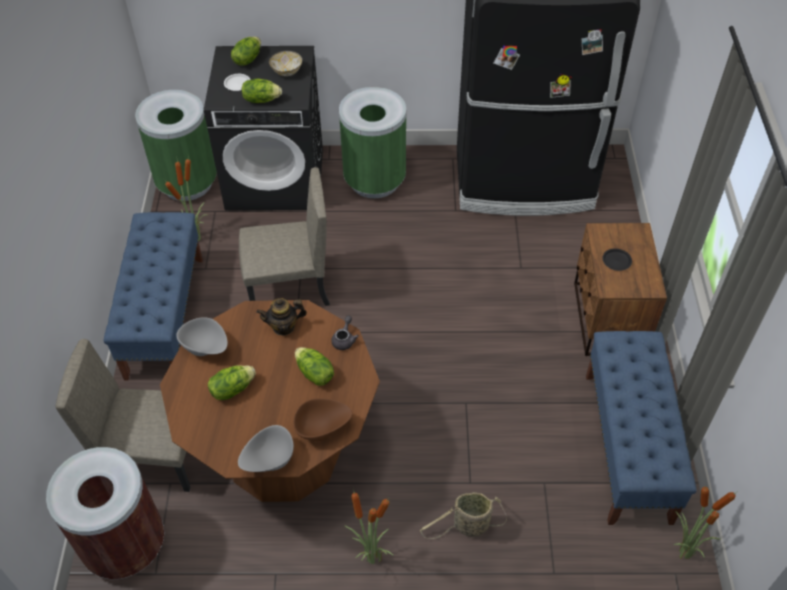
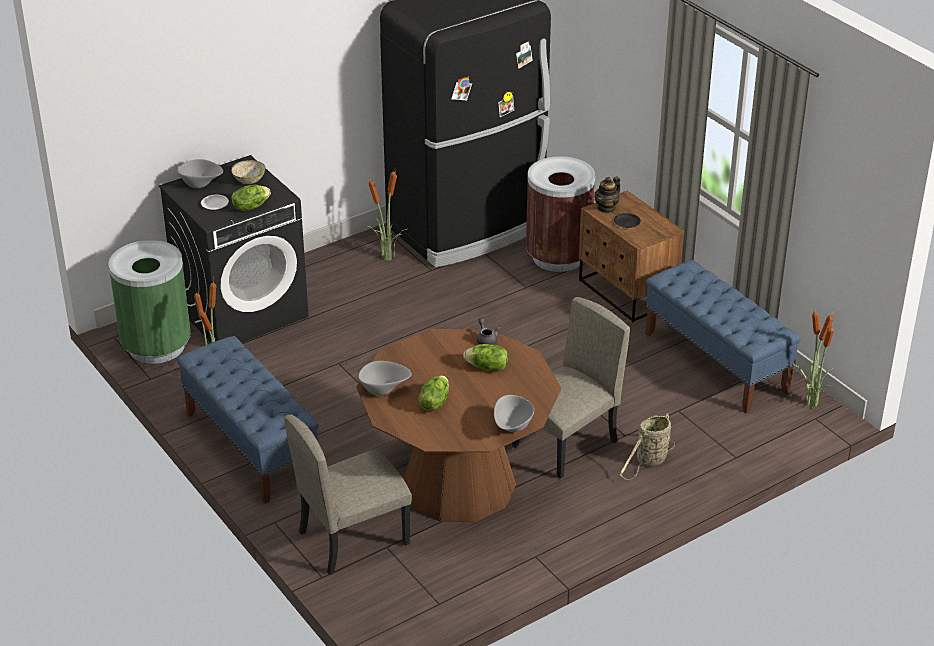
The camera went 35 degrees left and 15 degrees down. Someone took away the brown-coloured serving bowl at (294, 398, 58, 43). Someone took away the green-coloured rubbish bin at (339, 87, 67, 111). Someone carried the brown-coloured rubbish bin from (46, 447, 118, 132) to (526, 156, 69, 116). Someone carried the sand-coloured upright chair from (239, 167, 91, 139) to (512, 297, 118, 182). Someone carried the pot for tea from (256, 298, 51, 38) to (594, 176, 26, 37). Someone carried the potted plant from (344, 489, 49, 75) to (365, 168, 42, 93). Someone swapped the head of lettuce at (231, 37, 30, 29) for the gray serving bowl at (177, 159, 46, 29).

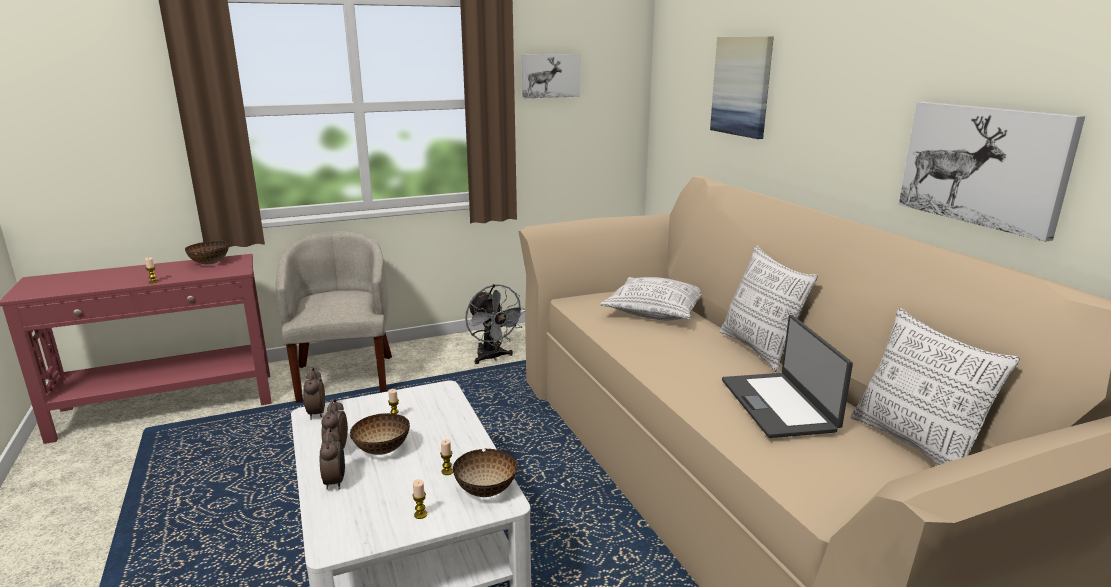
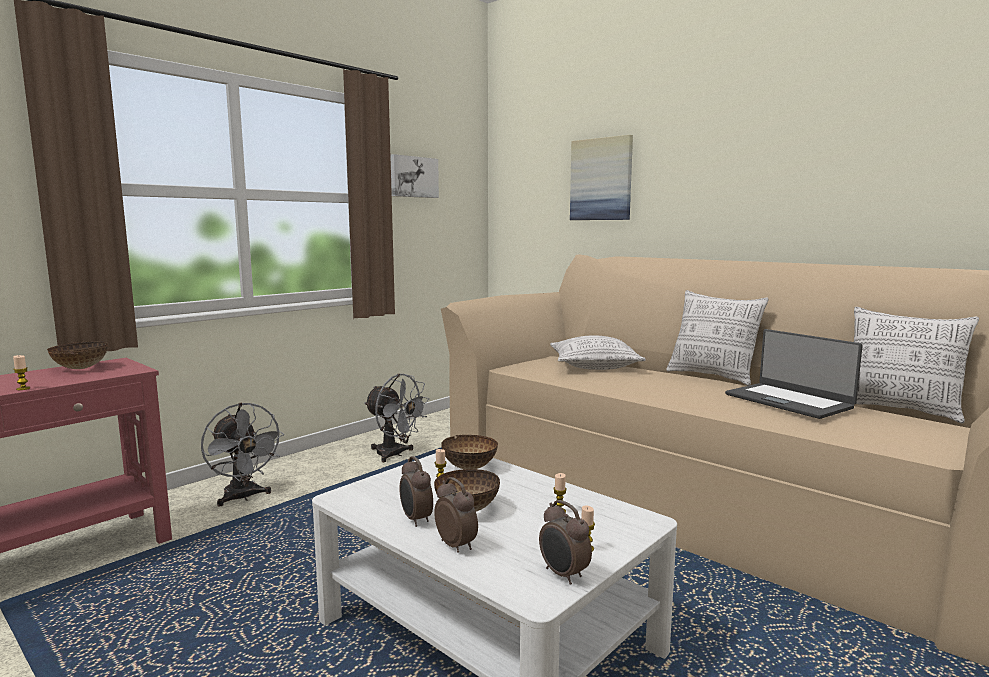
The camera went 25 degrees left and 10 degrees down. Someone took away the wall art at (899, 102, 186, 140). Someone carried the bedside clock from (303, 367, 22, 53) to (539, 500, 53, 85). Someone carried the serving bowl from (453, 448, 64, 49) to (441, 435, 57, 35). Someone swapped the sand-coloured lounge chair at (276, 231, 116, 172) for the gray cooling fan at (201, 403, 83, 104).

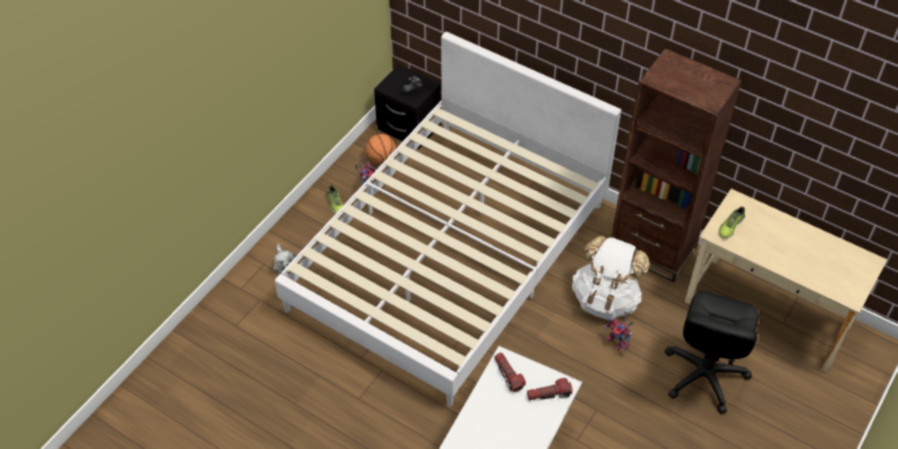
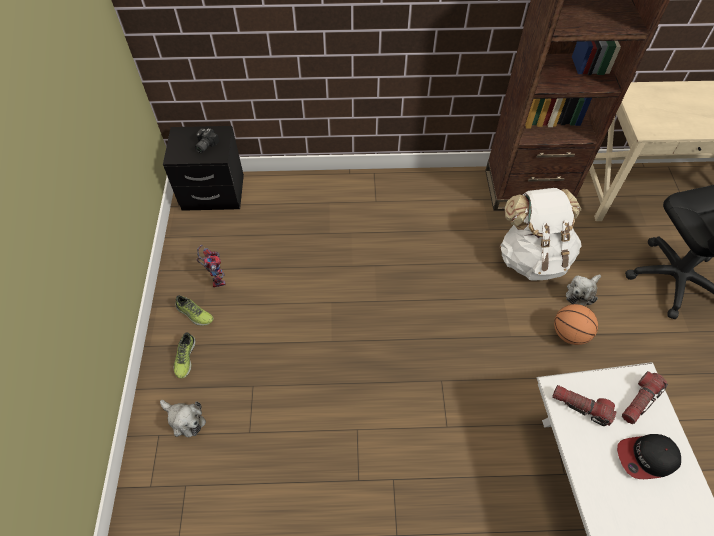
The camera went 35 degrees left and 5 degrees up. Someone took away the white bed at (275, 32, 346, 375). Someone put down the peaked cap at (617, 434, 64, 45). Someone carried the basketball ball from (366, 134, 30, 30) to (554, 304, 44, 41). Someone carried the item of footwear from (719, 207, 26, 32) to (174, 332, 22, 46). Someone swapped the model robot at (604, 311, 30, 40) for the plush toy at (566, 275, 35, 31).

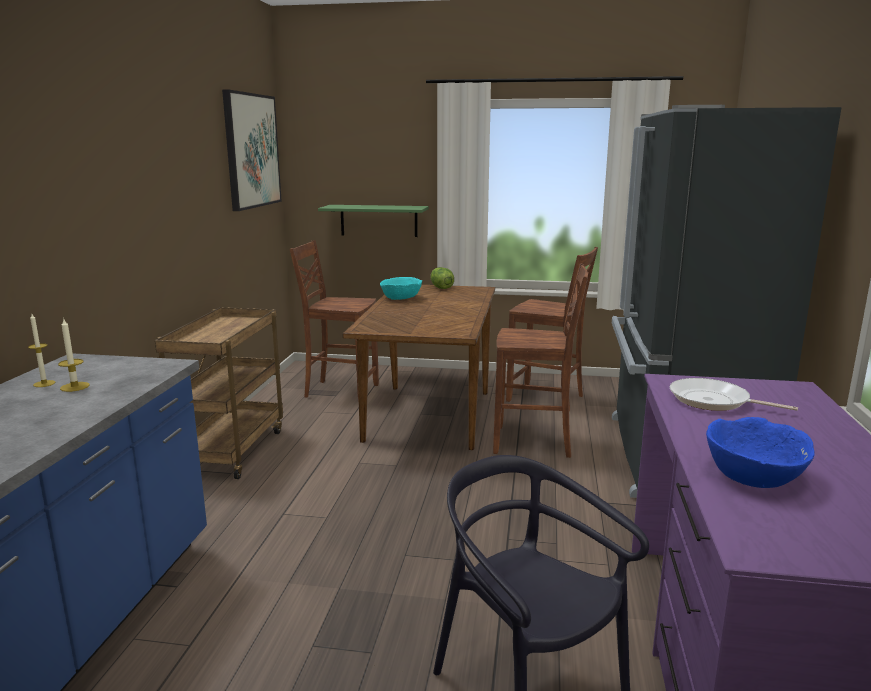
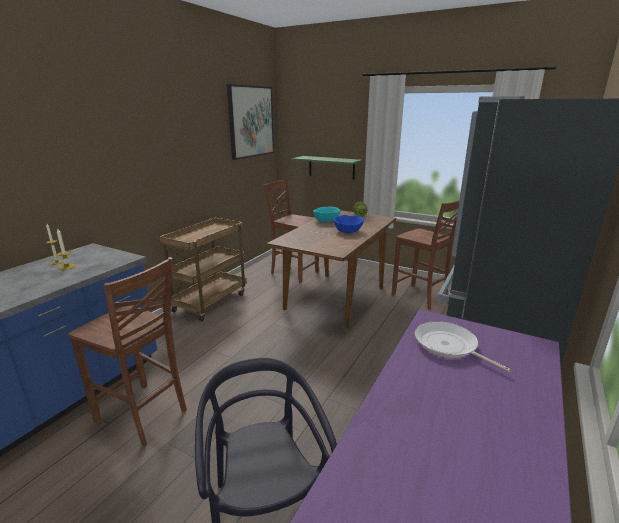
The camera went 20 degrees right and 5 degrees up. Someone carried the brown-coloured upright chair from (493, 263, 95, 195) to (68, 257, 119, 190). Someone carried the bluish serving bowl from (706, 417, 109, 71) to (334, 215, 30, 18).

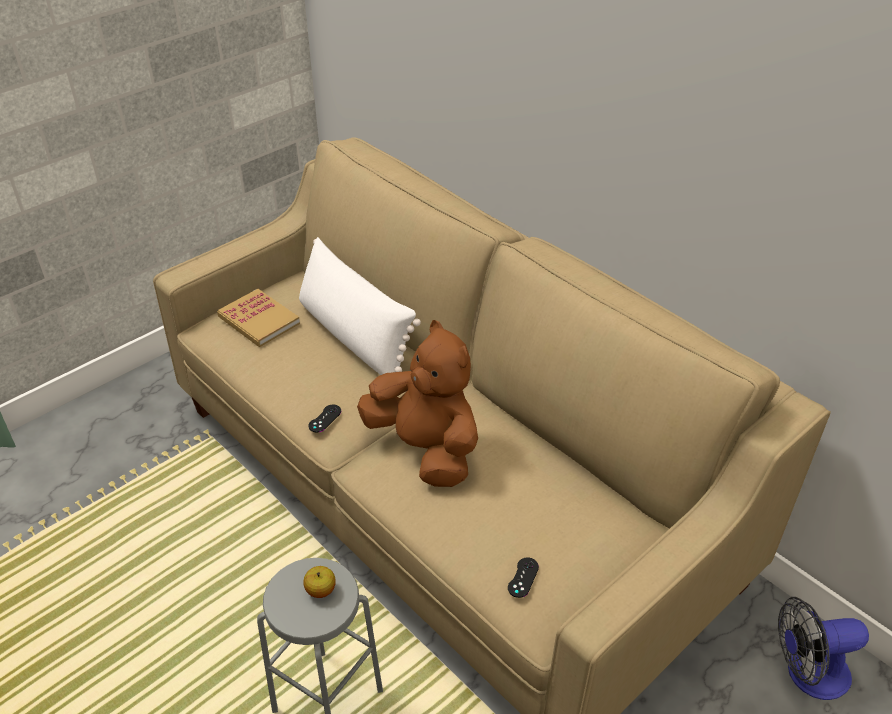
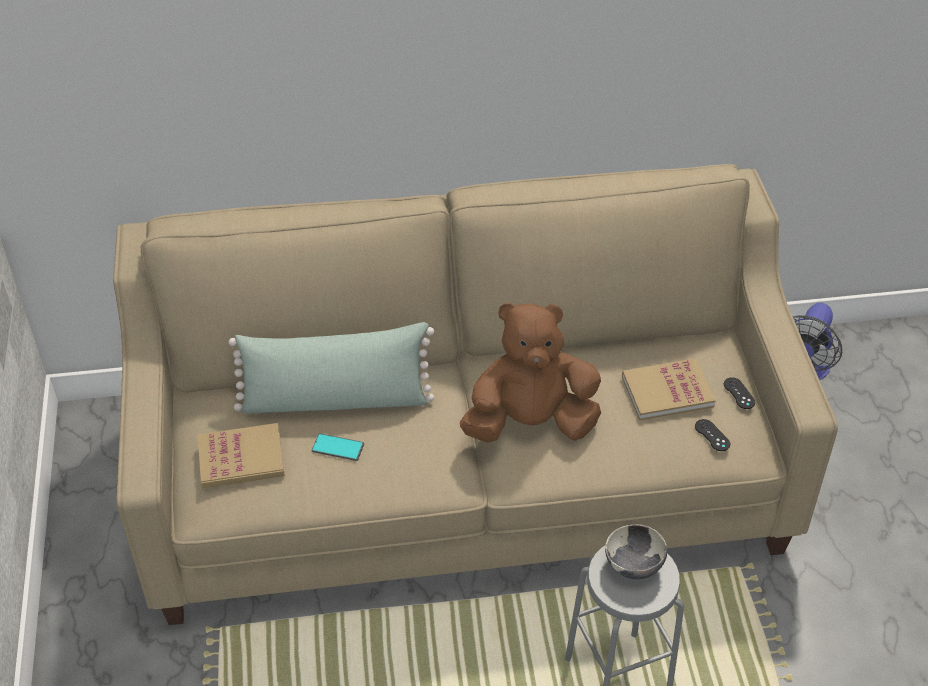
The camera went 55 degrees left and 5 degrees up. Someone put down the telephone at (312, 433, 52, 28). Someone put down the book at (622, 358, 94, 62). Someone carried the black-coloured gamepad from (308, 405, 33, 28) to (724, 377, 31, 32). Someone swapped the apple fruit at (303, 566, 33, 32) for the serving bowl at (605, 524, 62, 55). Someone repainted the white throw pillow at (299, 237, 122, 138), which became the green-coloured throw pillow at (229, 322, 205, 91).

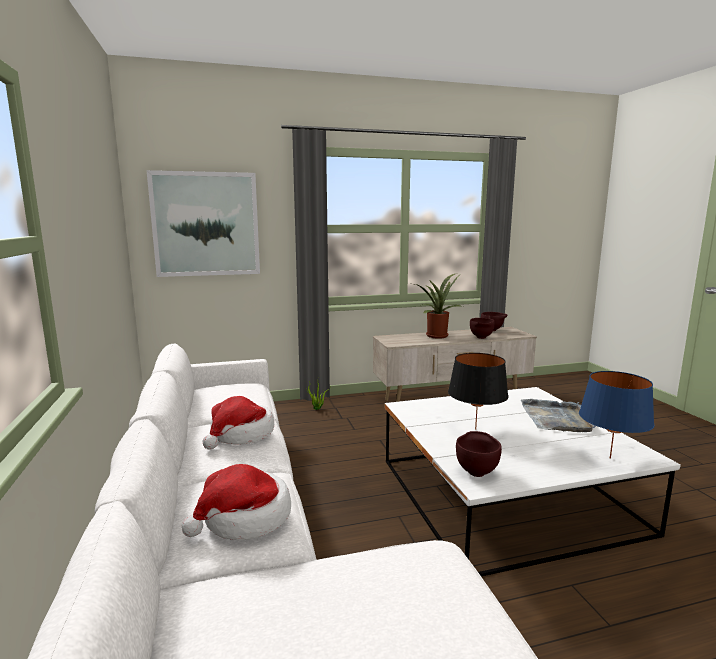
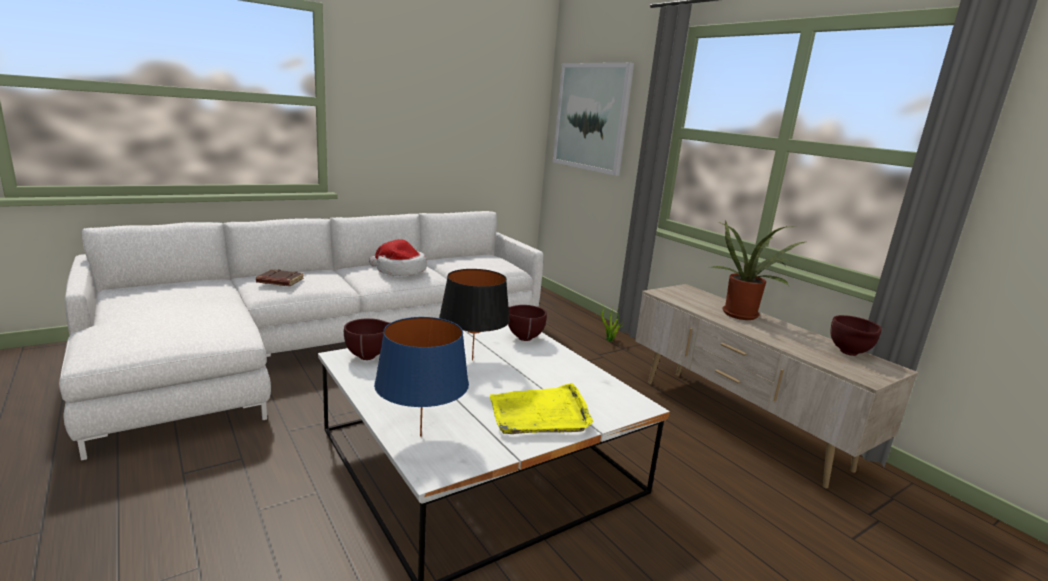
The camera went 70 degrees right and 5 degrees up. Someone carried the brown-coloured serving bowl from (470, 318, 25, 21) to (508, 305, 39, 36). Someone swapped the wearable hat at (182, 464, 109, 76) for the brown-coloured book at (256, 269, 48, 17). Someone repainted the gray tray at (521, 399, 75, 33), which became the yellowish tray at (490, 383, 103, 51).

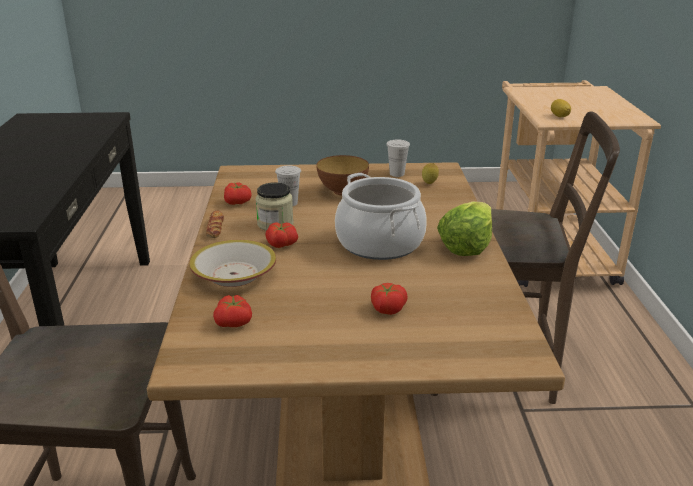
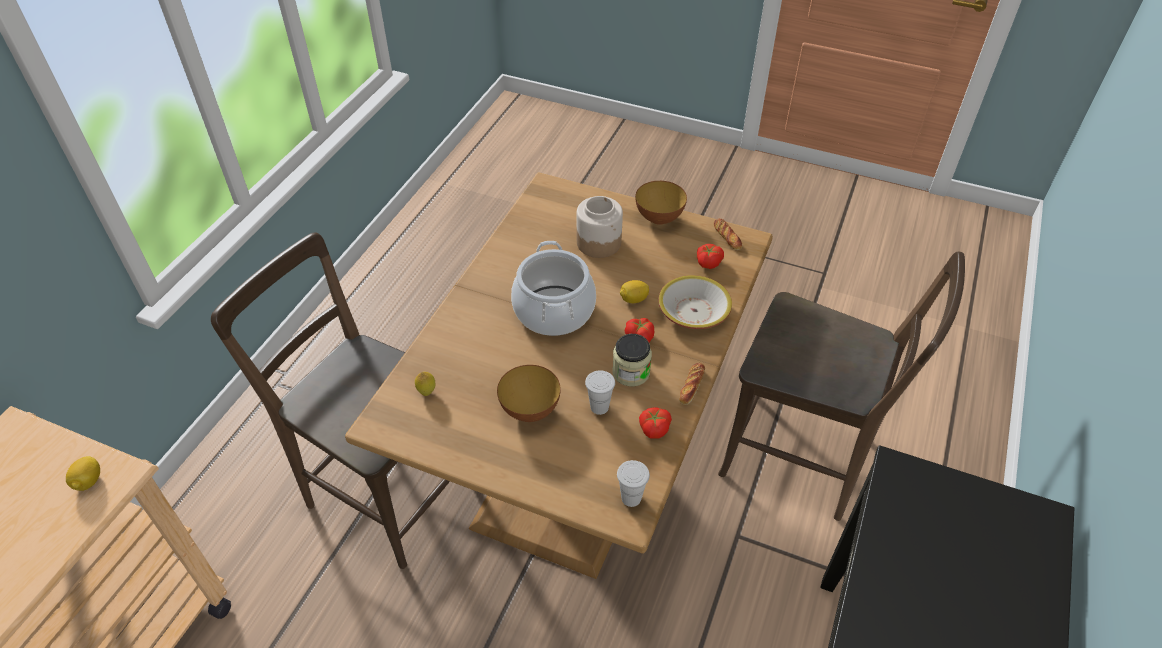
The camera went 155 degrees left and 20 degrees up. Someone took away the head of lettuce at (437, 202, 55, 54). Someone put down the citrus fruit at (620, 280, 29, 23). Someone put down the serving bowl at (635, 181, 52, 44). Someone put down the bread at (714, 218, 29, 32). Someone carried the white cup from (386, 140, 24, 37) to (617, 460, 33, 47). Someone swapped the fresh tomato at (371, 283, 37, 32) for the jar at (576, 196, 47, 62).

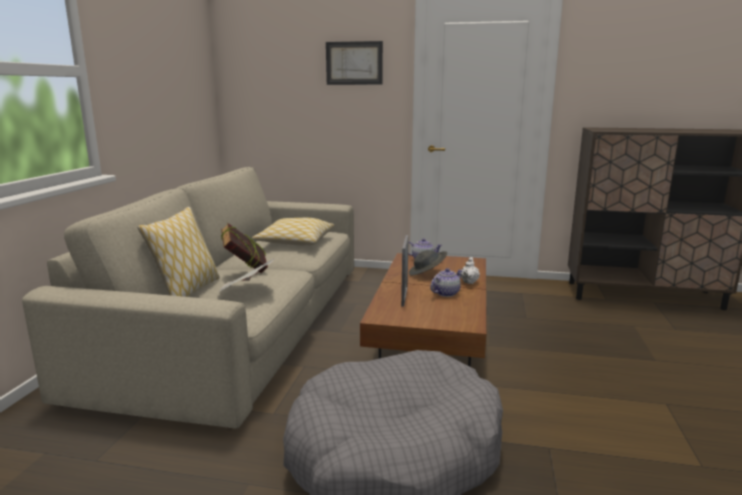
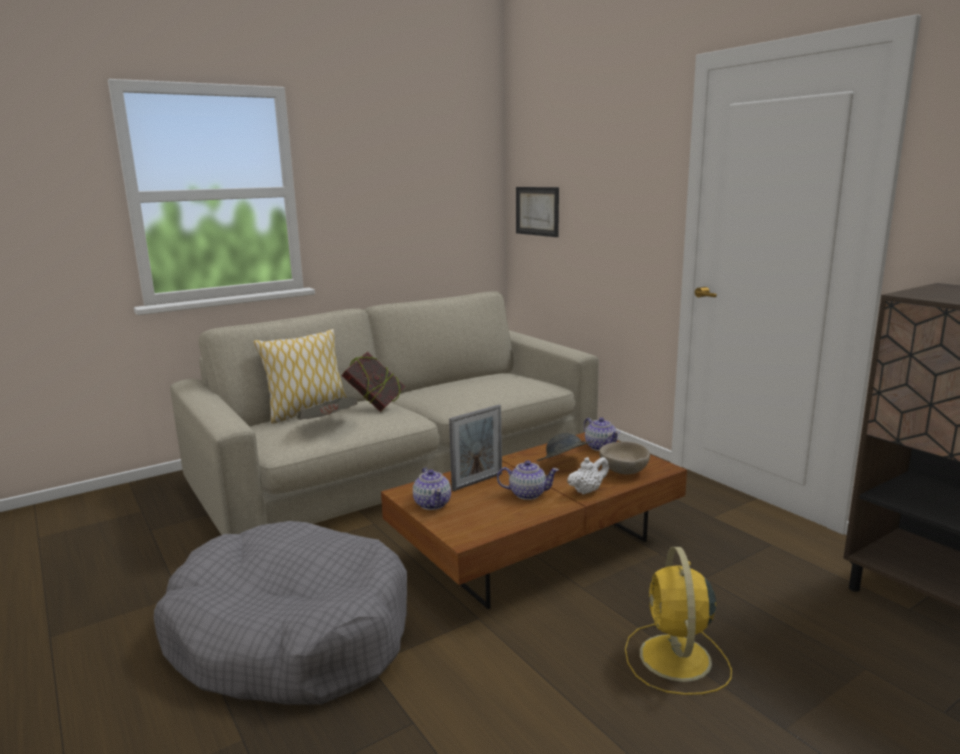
The camera went 45 degrees right and 0 degrees up. Someone took away the throw pillow at (252, 218, 83, 28). Someone put down the pot for tea at (413, 467, 38, 43). Someone put down the sand-coloured serving bowl at (599, 441, 51, 33). Someone put down the yellowish cooling fan at (625, 547, 107, 148). Someone carried the wall art from (326, 41, 57, 44) to (516, 187, 43, 50).

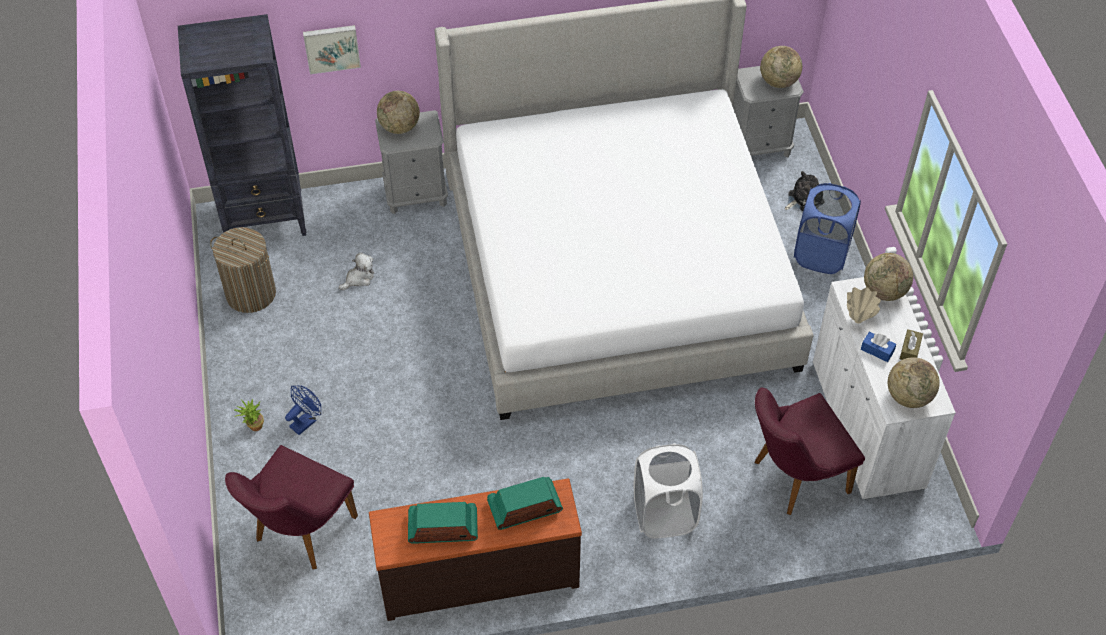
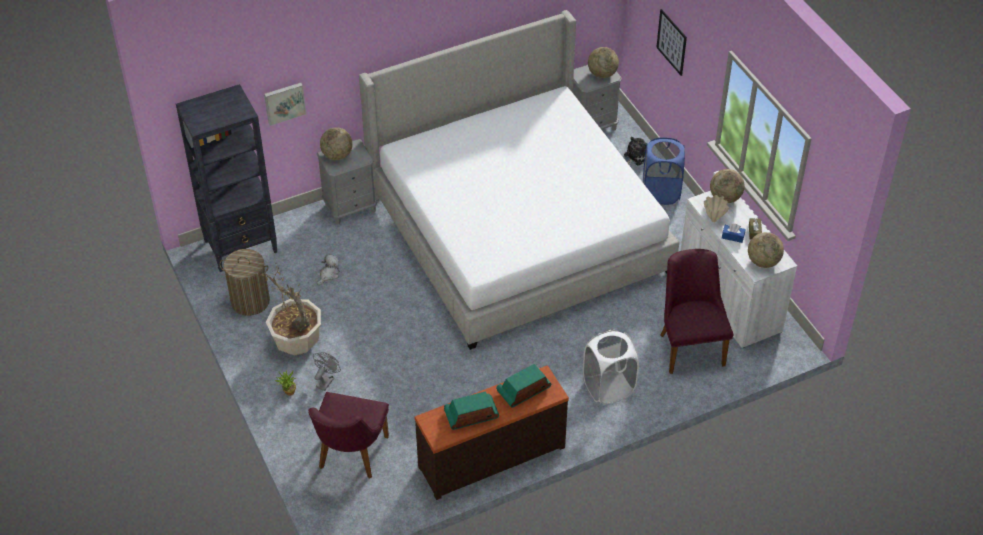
The camera went 15 degrees left and 5 degrees down. Someone put down the potted plant at (260, 262, 61, 94). Someone put up the wall art at (656, 9, 31, 67). Someone repainted the bluish cooling fan at (285, 386, 36, 49), which became the gray cooling fan at (313, 352, 28, 39). Someone rotated the purple-coloured upright chair at (755, 388, 110, 127) by 120 degrees clockwise.

